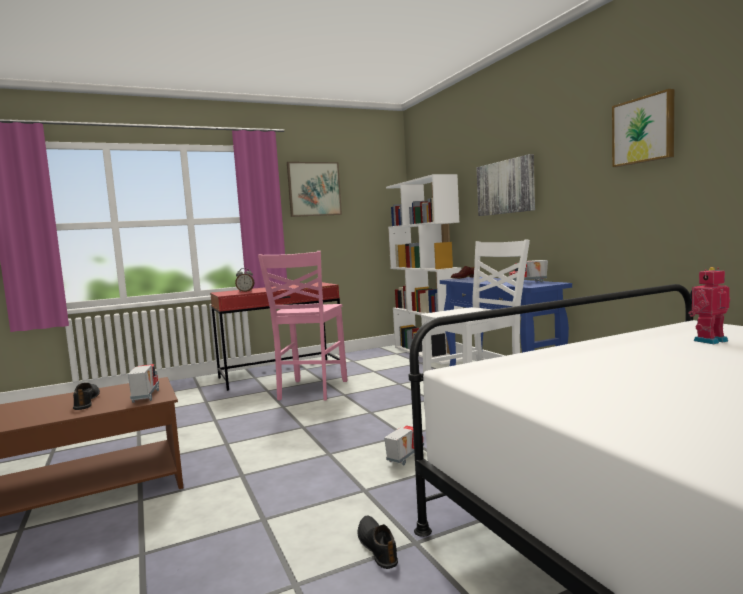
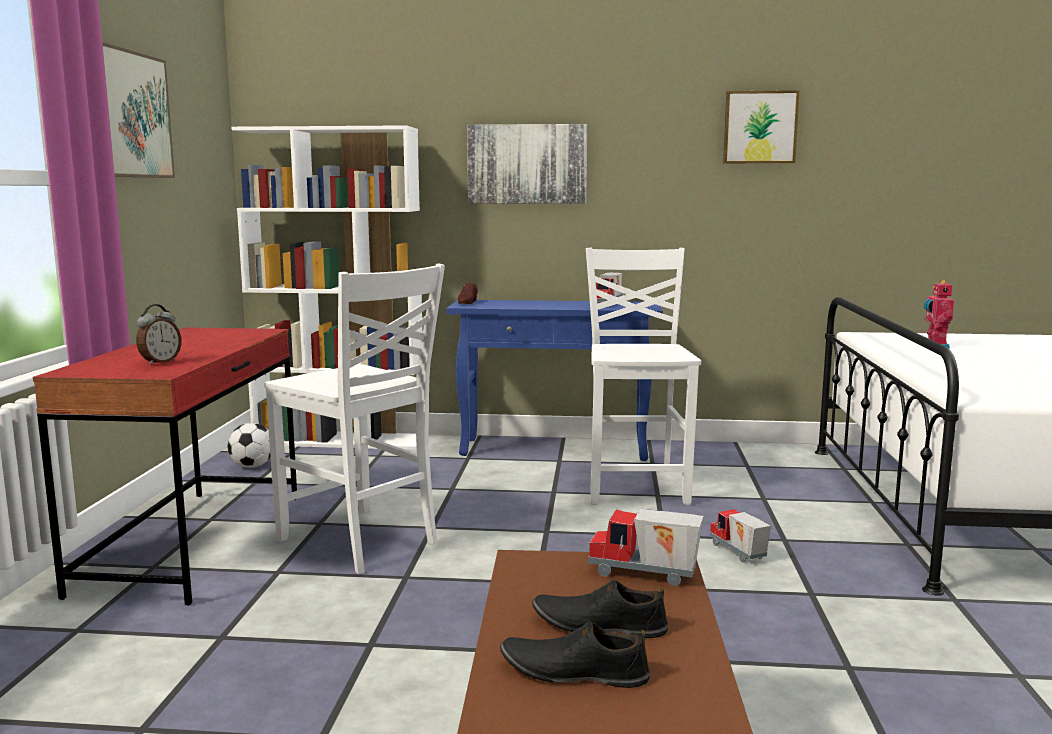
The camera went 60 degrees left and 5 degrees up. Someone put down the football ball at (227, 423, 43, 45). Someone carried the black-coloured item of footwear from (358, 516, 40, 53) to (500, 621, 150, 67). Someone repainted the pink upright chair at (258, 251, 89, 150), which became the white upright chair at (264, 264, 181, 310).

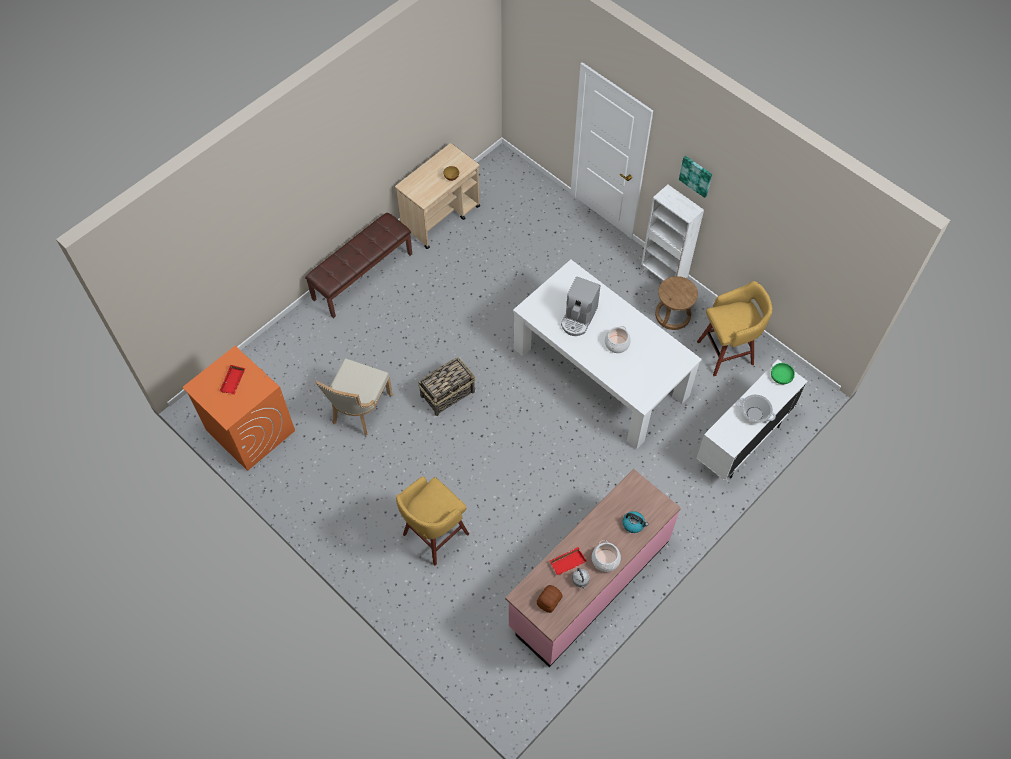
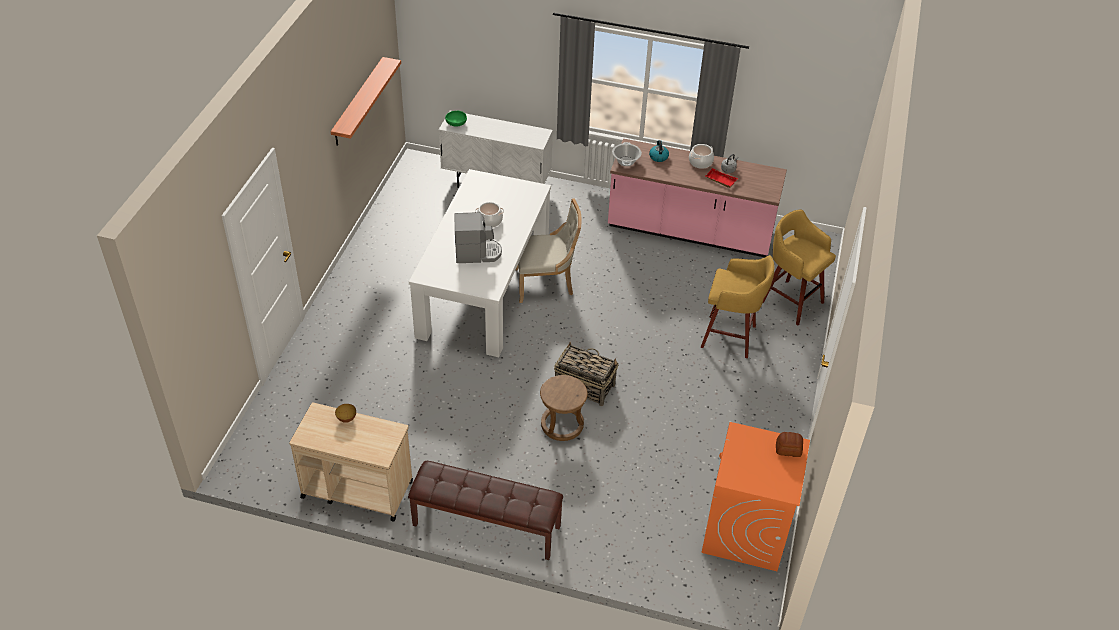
The camera went 120 degrees left and 15 degrees down. Someone took away the red-coloured tray at (219, 365, 26, 30). Someone took away the white bookshelf at (641, 184, 63, 97). Someone took away the wall art at (679, 156, 33, 42). Someone put up the bracket shelf at (331, 57, 70, 89). Someone carried the sand-coloured upright chair from (316, 358, 77, 78) to (515, 199, 66, 104). Someone carried the bread from (537, 585, 26, 28) to (776, 432, 27, 25). Someone carried the brown-coloured sitting stool from (655, 276, 43, 54) to (540, 375, 48, 66). Someone carried the yellowish sitting stool from (697, 281, 75, 95) to (762, 209, 74, 116). Someone carried the cooking pot from (737, 395, 39, 27) to (612, 142, 30, 24).

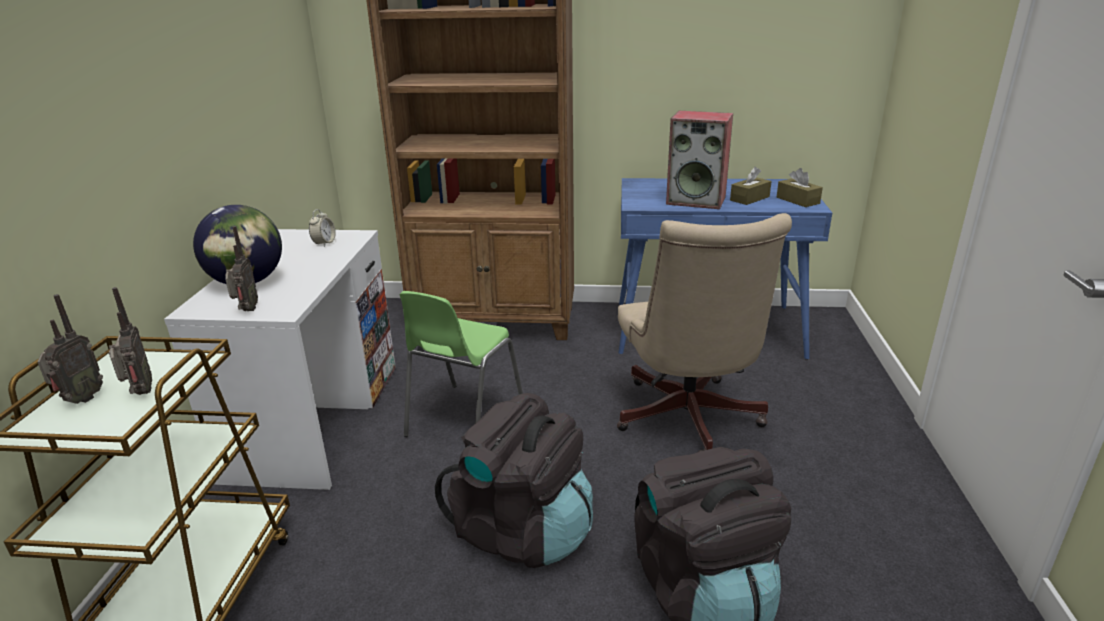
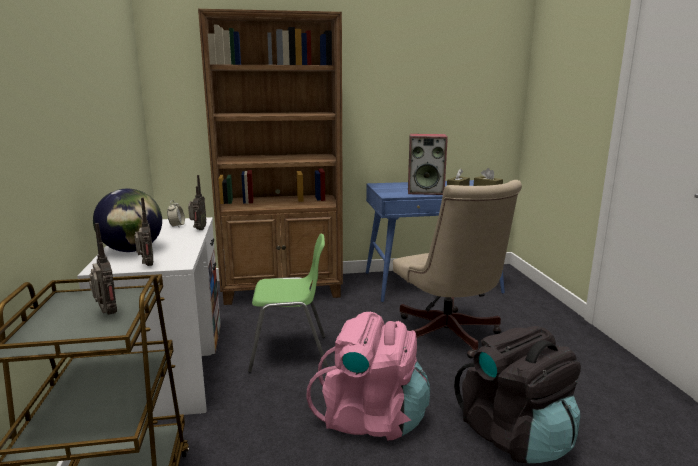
The camera went 15 degrees left and 10 degrees down. Someone carried the radio set from (37, 294, 66, 110) to (188, 175, 18, 55). Someone repainted the black-coloured knapsack at (435, 393, 158, 175), which became the pink knapsack at (306, 312, 124, 129). Someone rotated the green-coloured upright chair at (400, 291, 123, 146) by 105 degrees counterclockwise.

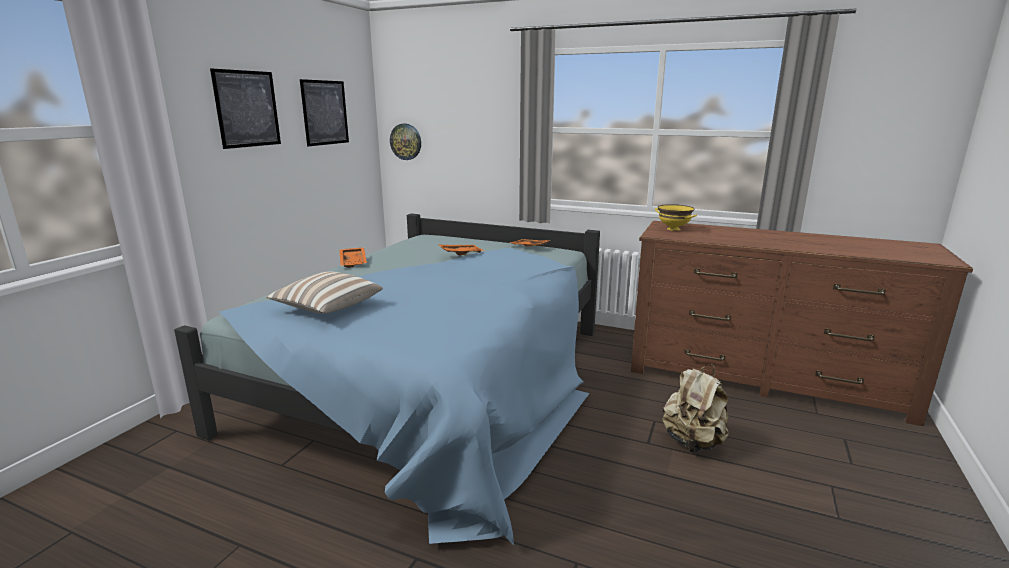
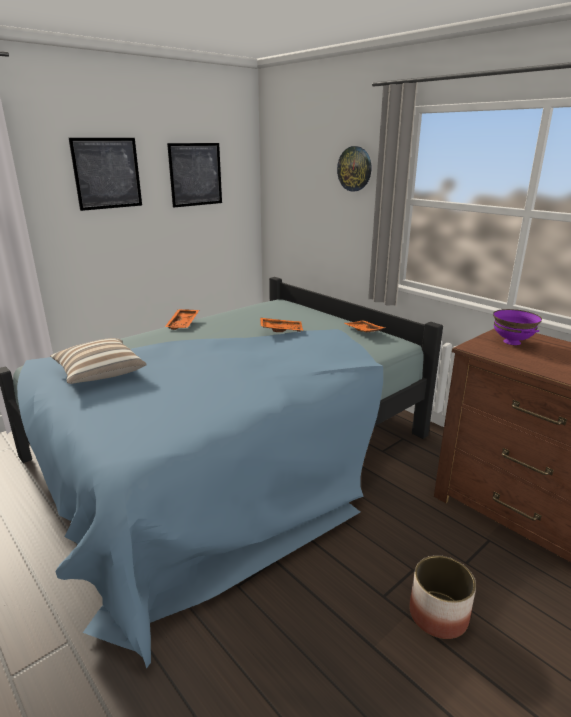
The camera went 25 degrees right and 5 degrees up. Someone carried the wall clock from (390, 124, 31, 36) to (337, 146, 34, 46). Someone swapped the sand-coloured knapsack at (662, 365, 67, 88) for the planter at (410, 555, 66, 84). Someone repainted the yellowish serving bowl at (655, 204, 42, 27), which became the purple-coloured serving bowl at (493, 309, 49, 36).

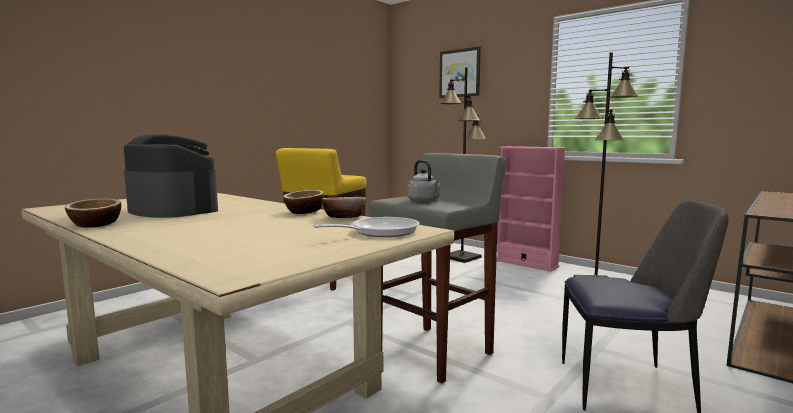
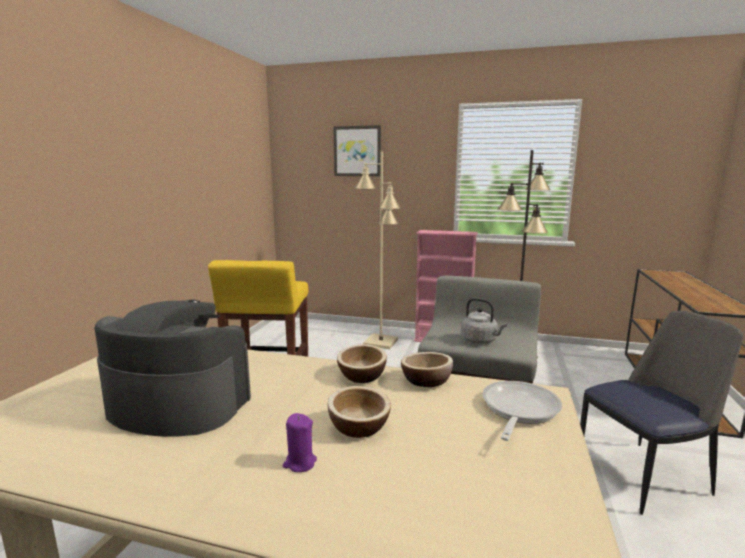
The camera went 25 degrees left and 5 degrees up. Someone put down the purple-coloured wax candle at (283, 413, 34, 59). Someone carried the serving bowl from (65, 198, 56, 30) to (328, 386, 63, 52). Someone repainted the black-coloured standing lamp at (440, 67, 46, 196), which became the sand-coloured standing lamp at (354, 151, 47, 198).

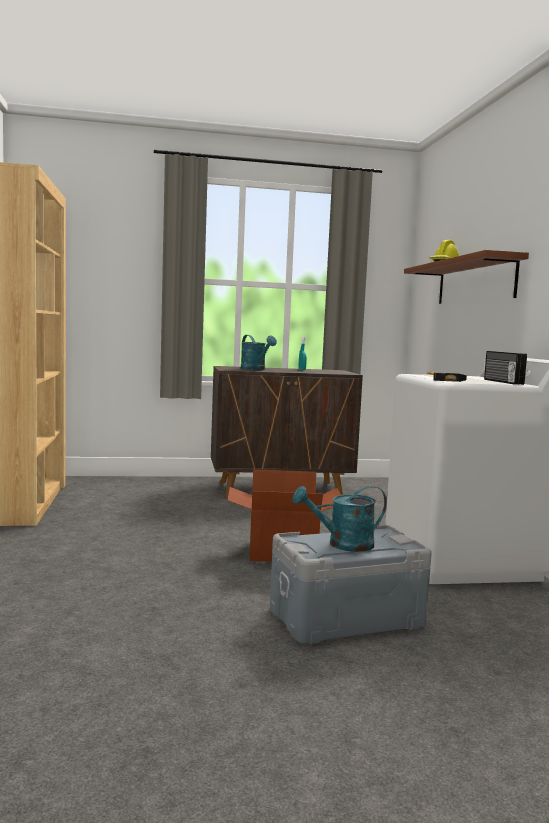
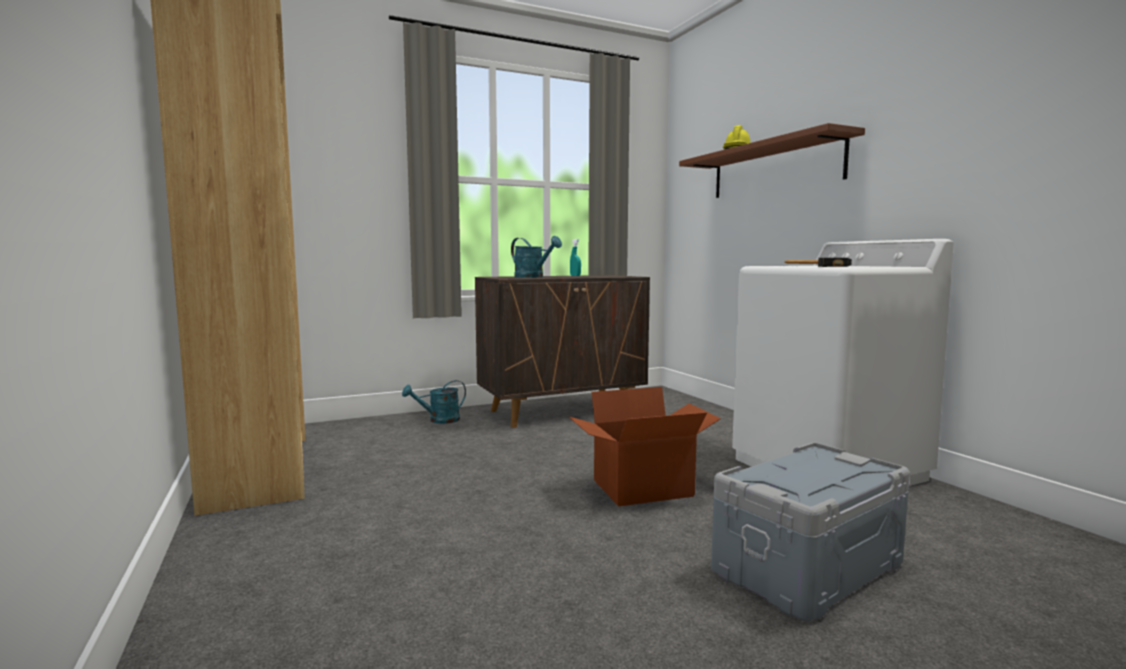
The camera went 15 degrees left and 0 degrees up. Someone took away the radio set at (484, 351, 43, 34). Someone carried the turquoise watering can from (293, 486, 94, 66) to (402, 380, 64, 44).

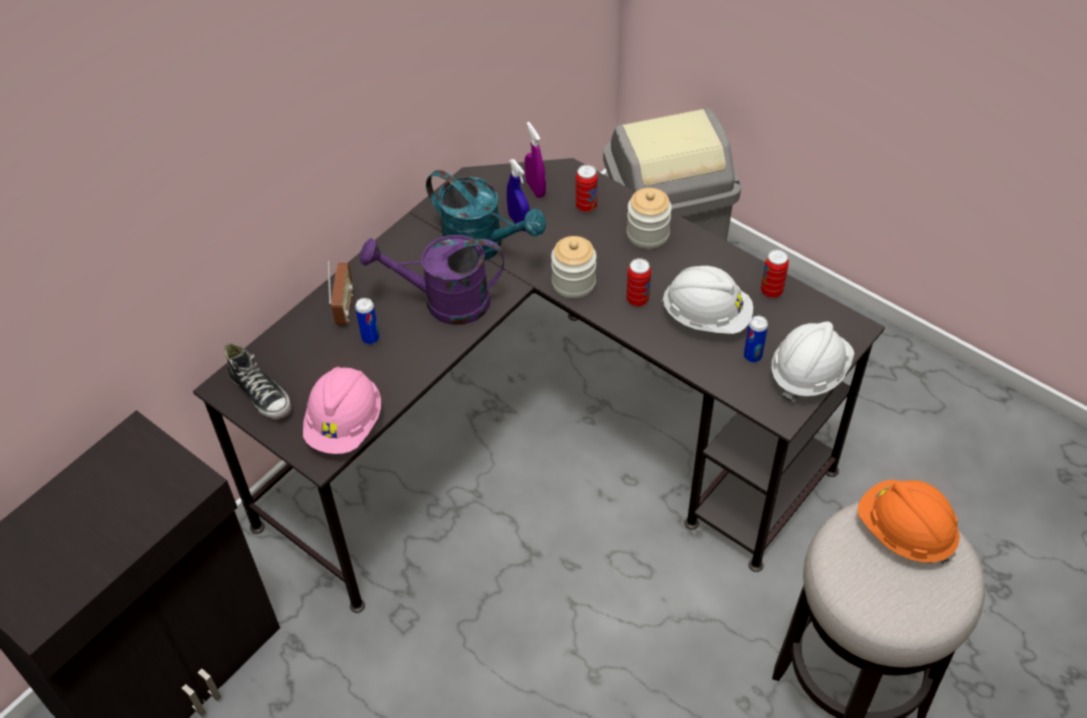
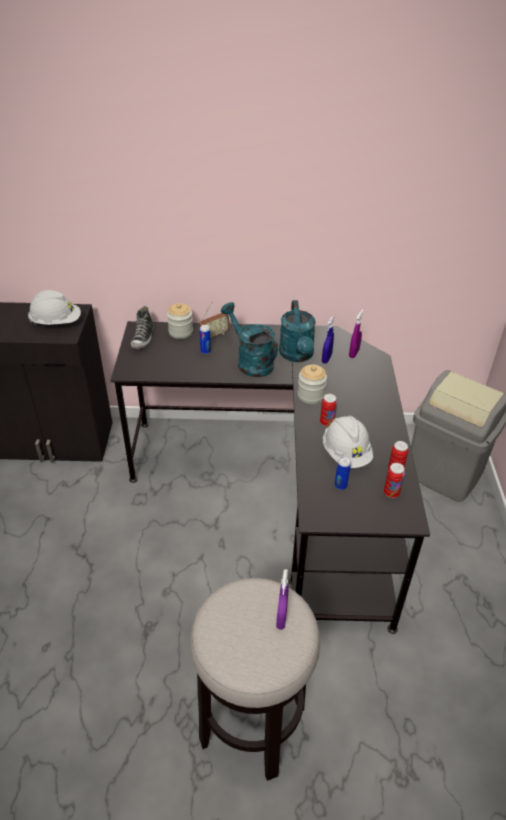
The camera went 50 degrees right and 10 degrees down. Someone took away the pink safety helmet at (303, 367, 78, 87). Someone carried the sealed can from (576, 165, 22, 47) to (384, 463, 21, 35). Someone carried the jar from (627, 188, 45, 61) to (167, 303, 26, 36). Someone carried the white safety helmet from (772, 321, 82, 82) to (28, 290, 53, 35). Someone swapped the orange-coloured safety helmet at (857, 480, 103, 84) for the purple-coloured sprayer at (276, 569, 13, 61). Someone repainted the purple-coloured watering can at (360, 235, 144, 90), which became the turquoise watering can at (221, 302, 57, 75).

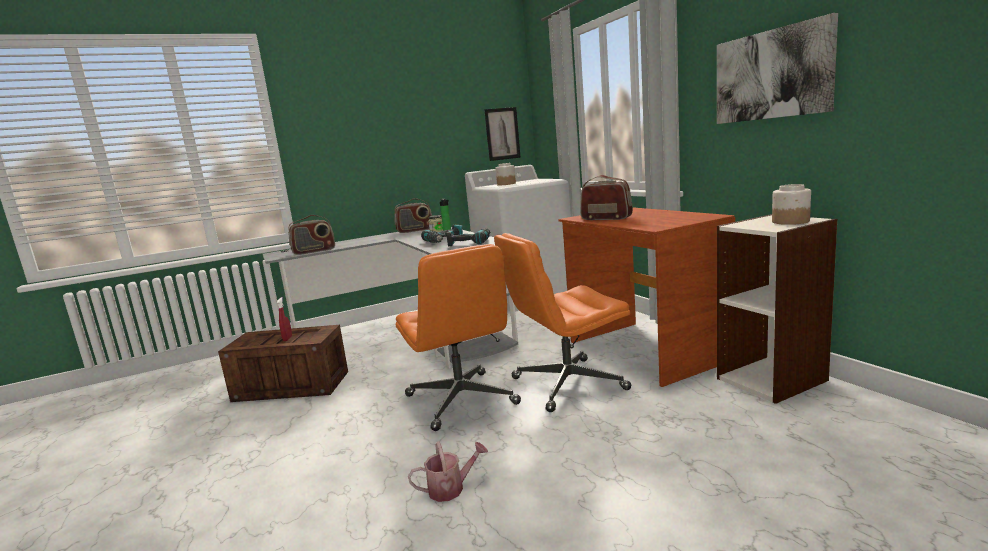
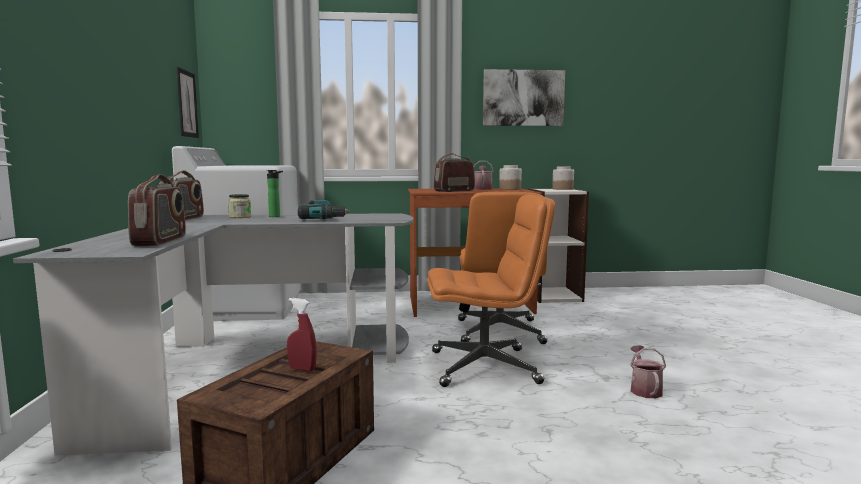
The camera went 70 degrees left and 5 degrees down. Someone took away the power drill at (447, 228, 43, 18). Someone put down the watering can at (474, 161, 20, 29). Someone carried the jar from (496, 163, 20, 23) to (499, 165, 23, 25).

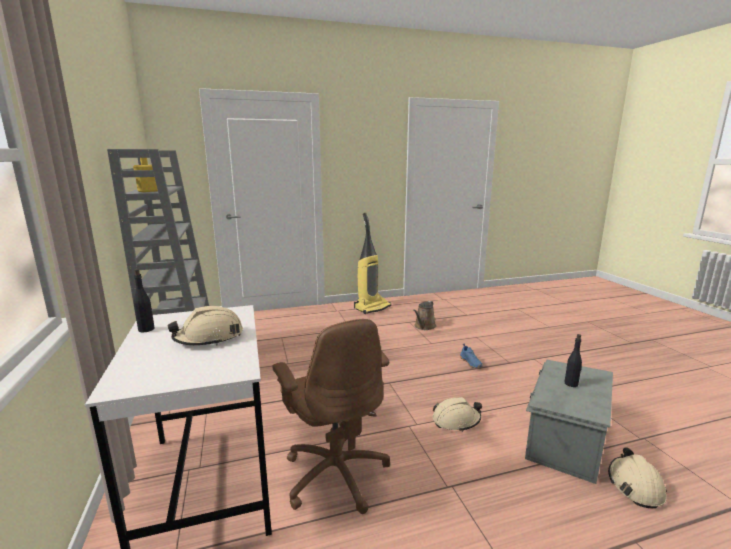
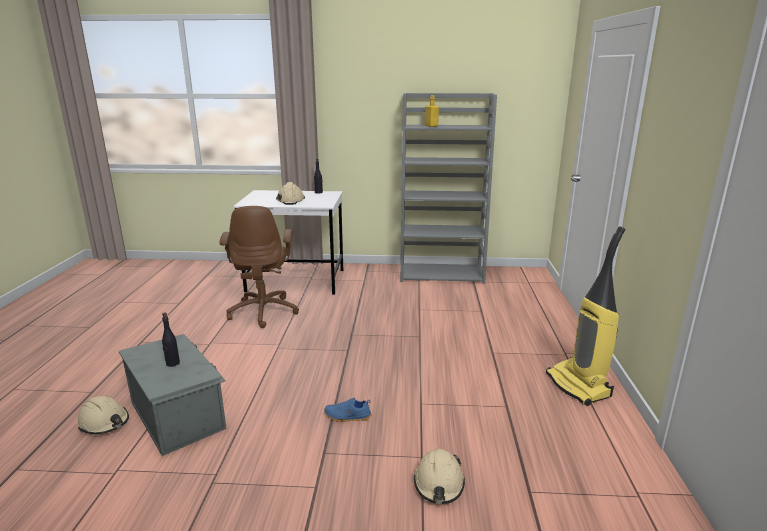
The camera went 110 degrees right and 5 degrees up. Someone took away the brown-coloured watering can at (413, 301, 23, 29). Someone carried the sand-coloured safety helmet from (433, 397, 49, 35) to (414, 449, 51, 55). Someone rotated the brown-coloured office chair at (272, 319, 118, 195) by 90 degrees counterclockwise.

